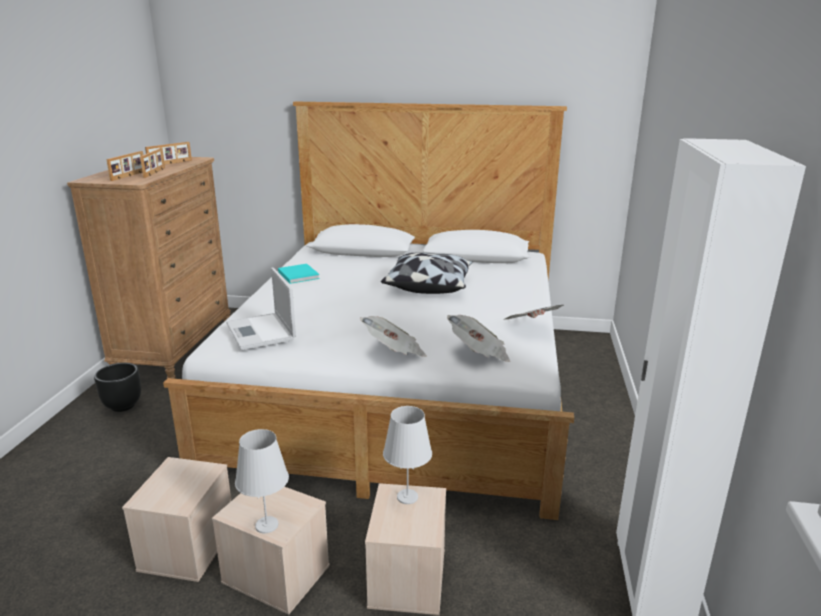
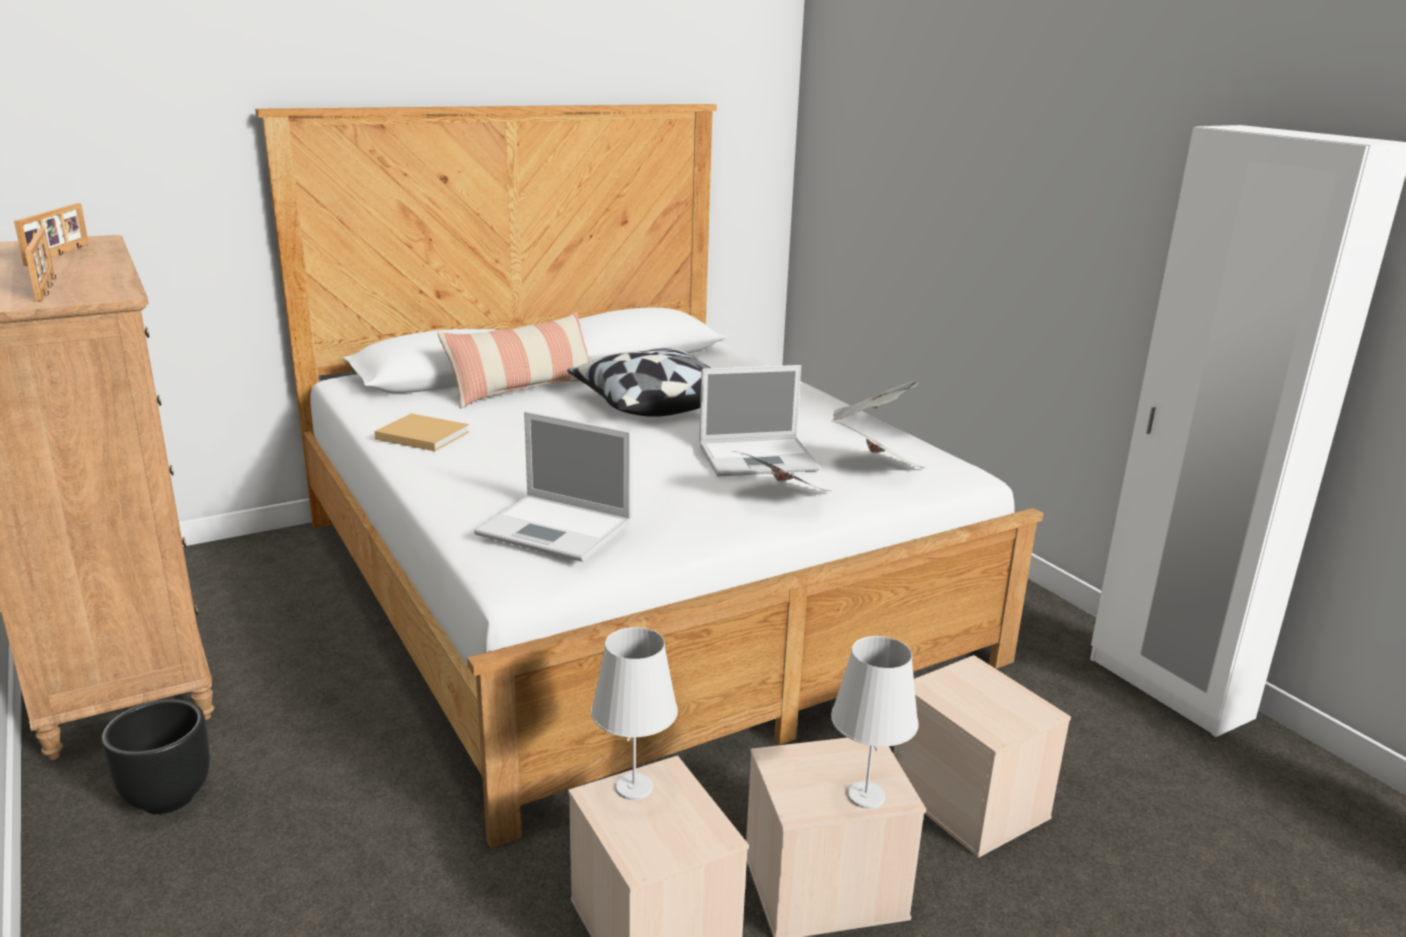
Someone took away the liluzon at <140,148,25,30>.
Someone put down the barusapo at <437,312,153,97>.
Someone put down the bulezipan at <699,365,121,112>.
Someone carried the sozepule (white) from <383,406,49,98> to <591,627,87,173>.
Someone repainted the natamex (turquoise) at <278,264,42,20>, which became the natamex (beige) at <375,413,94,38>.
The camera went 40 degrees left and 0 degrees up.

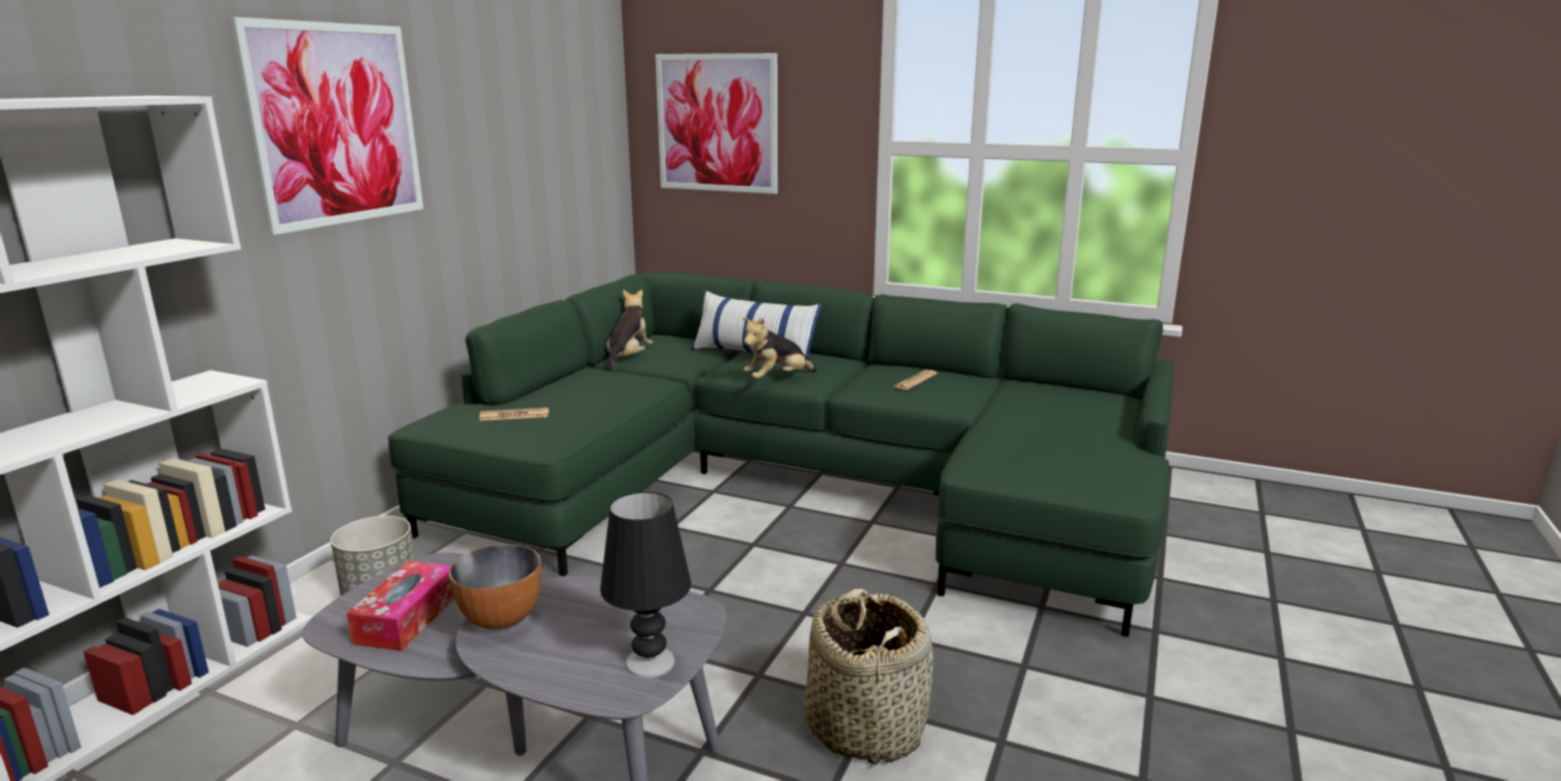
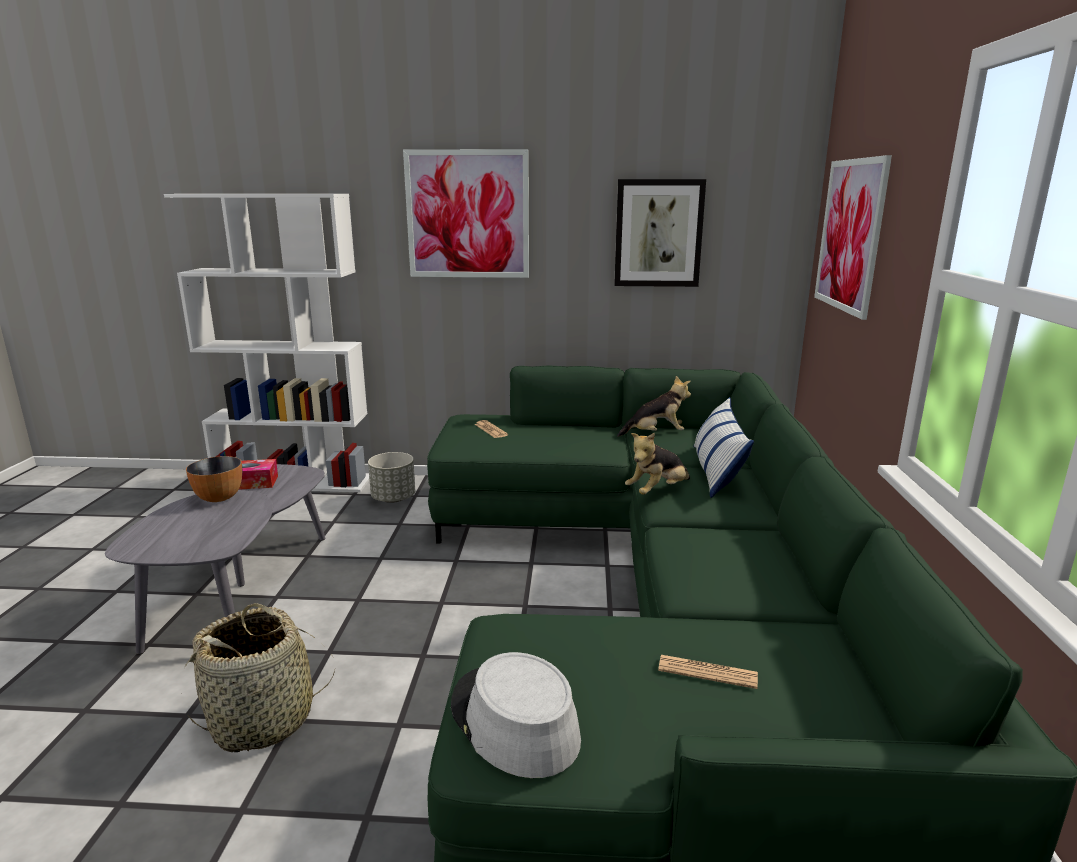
Someone took away the sozepule (black) at <600,492,91,186>.
Someone put down the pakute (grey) at <451,652,130,126>.
Someone put up the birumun at <614,179,92,108>.
Someone carried the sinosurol from <894,370,43,20> to <658,655,100,34>.
Someone rotated the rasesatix at <743,317,74,62> by 75 degrees counterclockwise.
The camera went 70 degrees right and 0 degrees up.

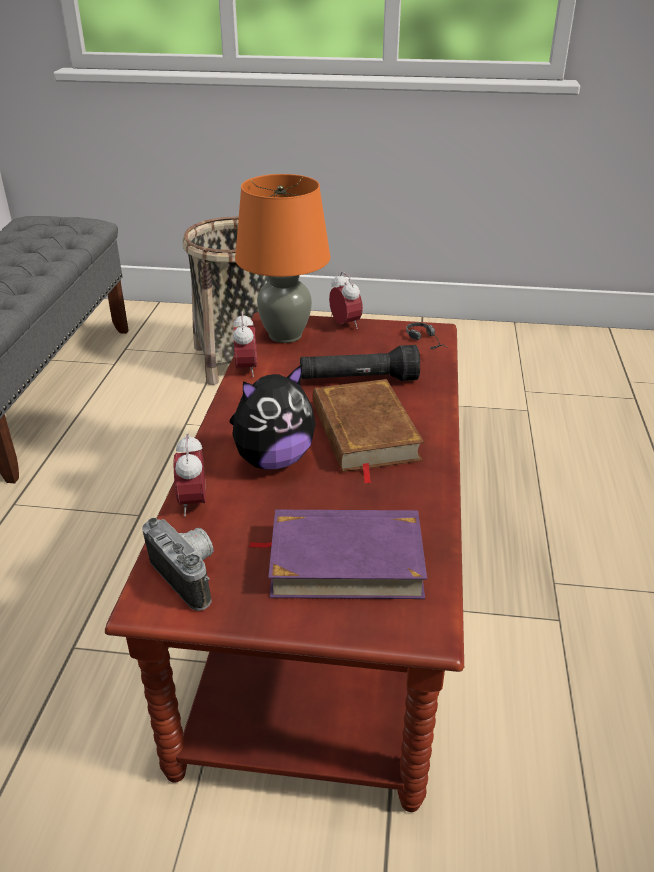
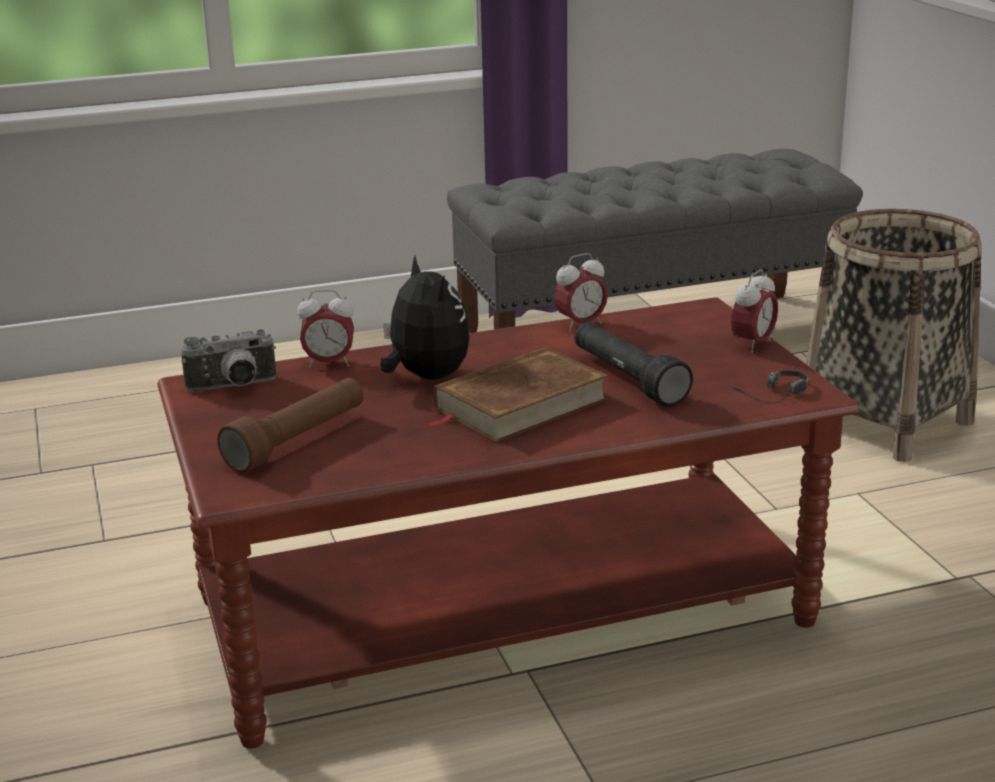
Someone took away the sozepule (orange) at <235,174,96,169>.
Someone swapped the natamex (purple) at <247,510,180,89> for the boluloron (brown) at <217,378,147,95>.
Someone rotated the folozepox at <142,518,72,93> by 45 degrees clockwise.
Someone rotated the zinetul at <174,434,32,83> by 150 degrees counterclockwise.
Someone rotated the rasesatix at <230,364,86,105> by 150 degrees counterclockwise.
The camera went 65 degrees right and 10 degrees down.

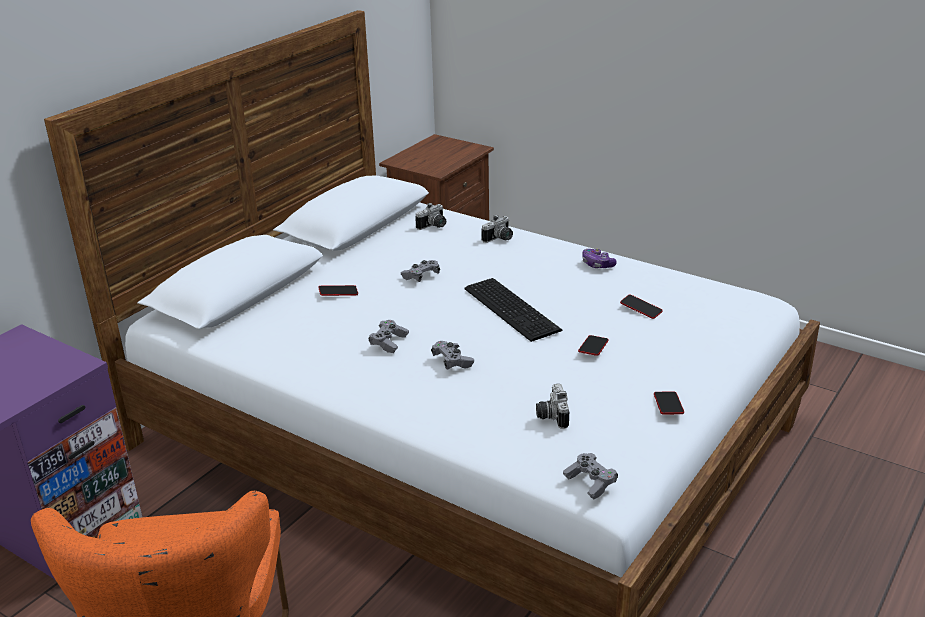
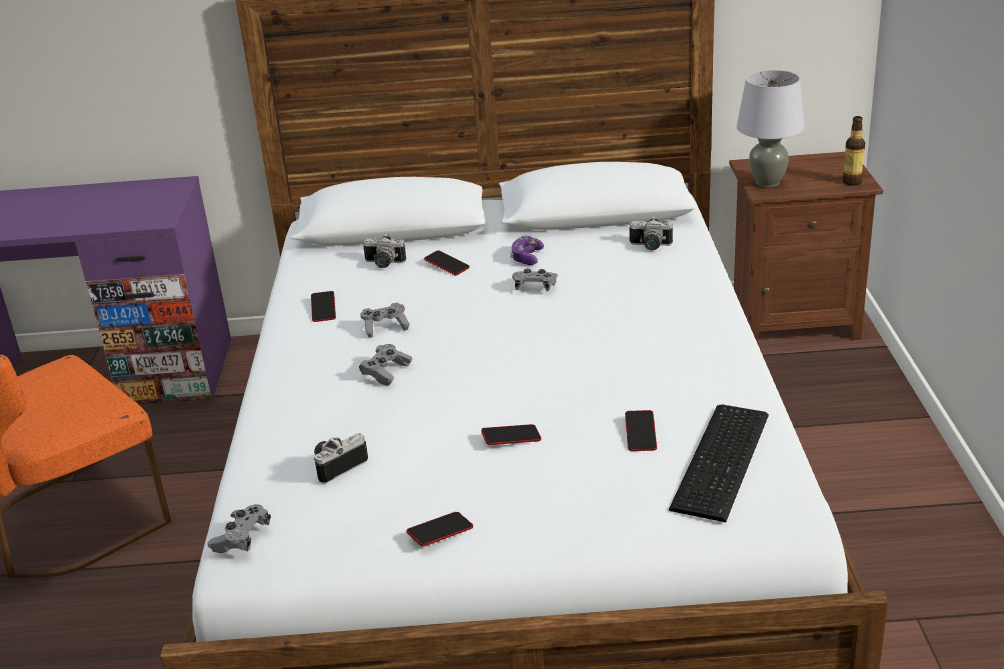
Someone put down the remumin at <311,291,25,31>.
Someone put down the sozepule (grey) at <737,70,68,118>.
Someone put down the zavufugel at <843,116,22,70>.
Someone carried the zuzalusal from <465,278,98,64> to <669,404,100,118>.
Someone carried the folozepox from <481,215,32,28> to <363,233,43,35>.
Someone carried the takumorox from <582,249,35,19> to <510,236,34,29>.
The camera went 55 degrees right and 0 degrees up.

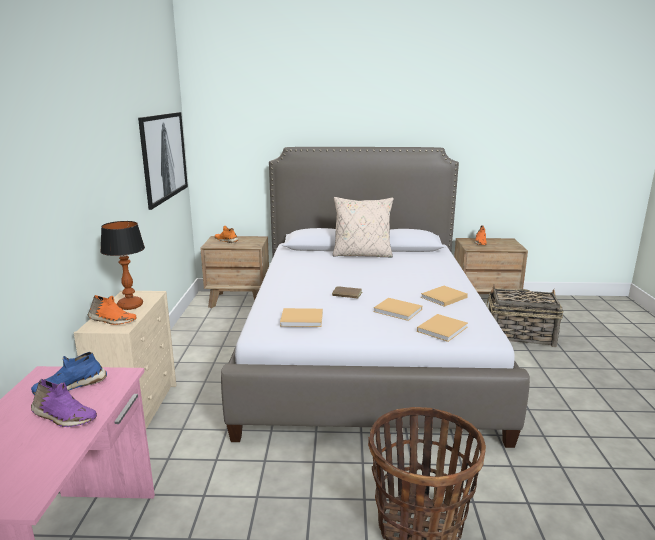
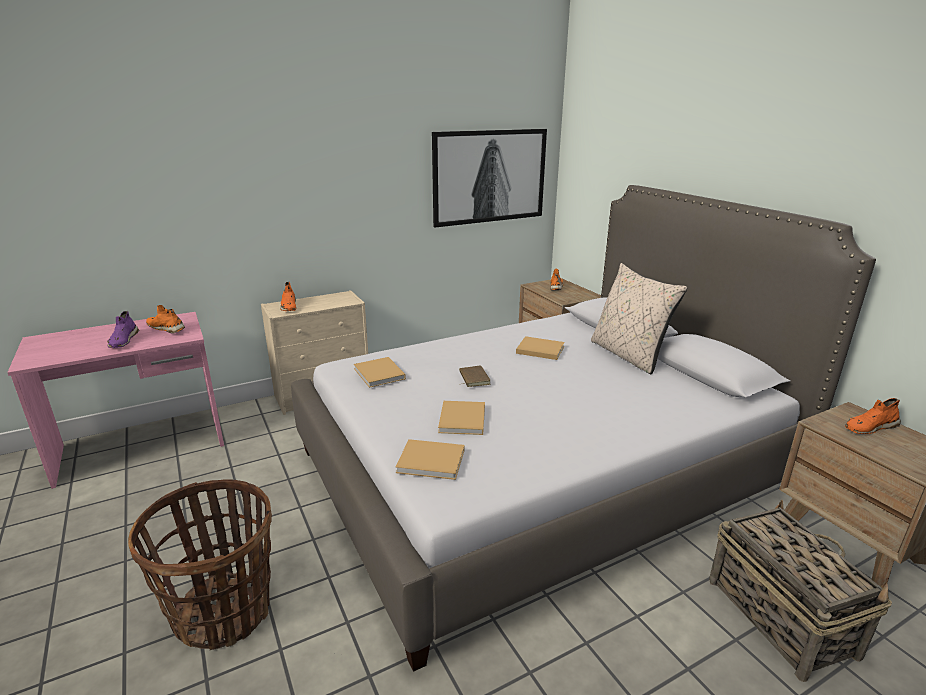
Someone took away the sozepule at <100,221,45,89>.
Someone carried the natamex (beige) from <421,286,47,21> to <516,336,49,24>.
Someone repainted the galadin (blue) at <31,352,76,43>, which became the galadin (orange) at <146,305,39,29>.
The camera went 60 degrees right and 5 degrees up.

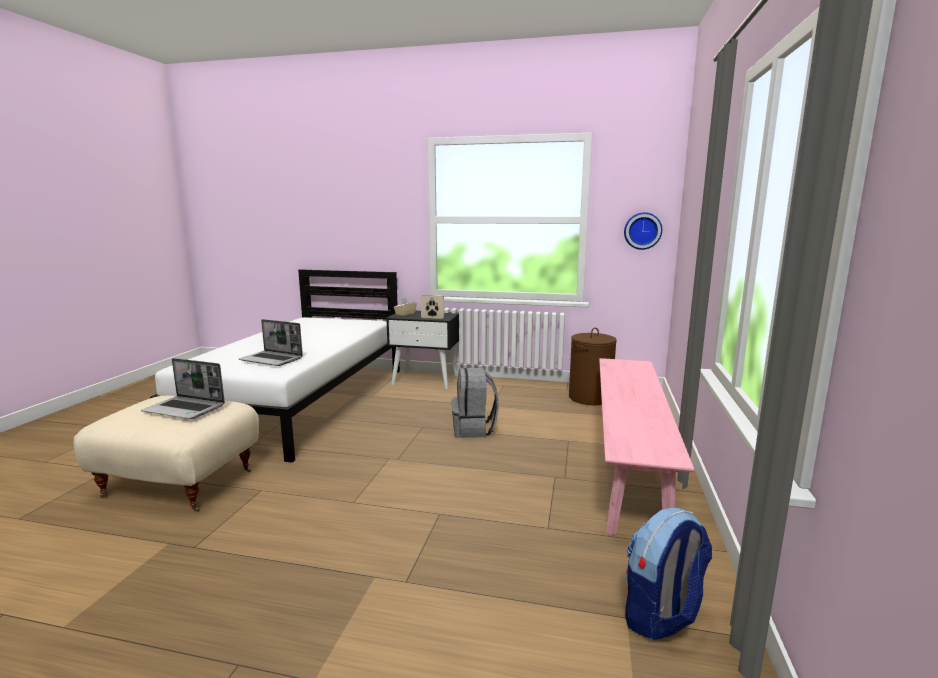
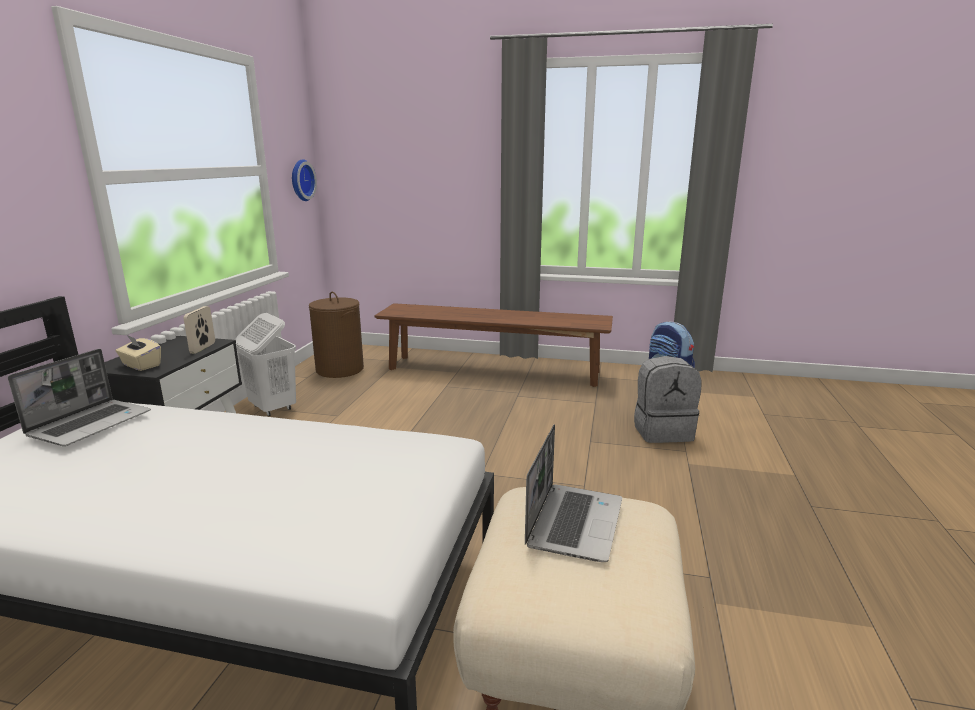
Someone put down the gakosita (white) at <235,313,61,103>.
Someone carried the bulezipan from <239,319,64,47> to <8,349,143,97>.
Someone carried the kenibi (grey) from <451,368,48,70> to <634,356,68,87>.
Someone repainted the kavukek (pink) at <599,358,95,178>, which became the kavukek (brown) at <374,303,239,84>.
The camera went 90 degrees left and 5 degrees up.

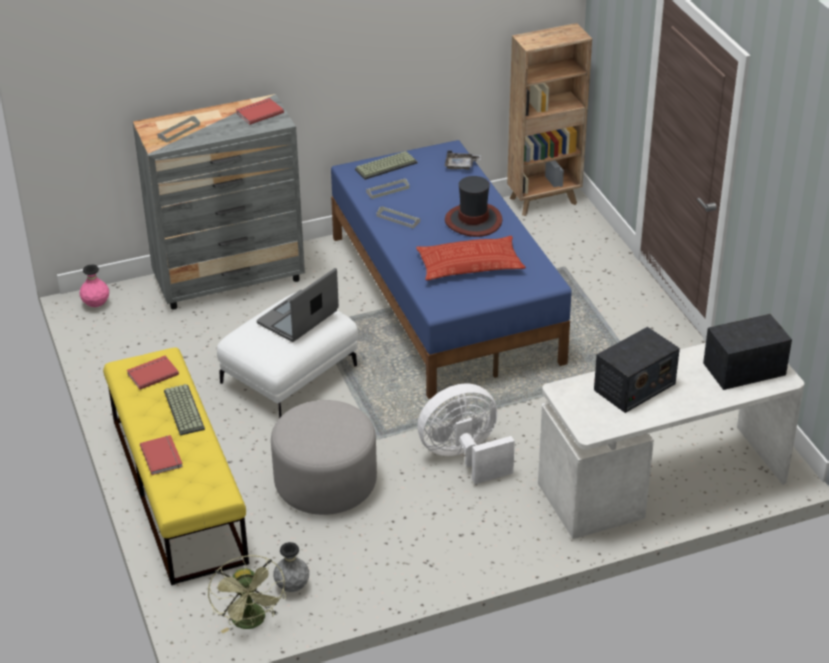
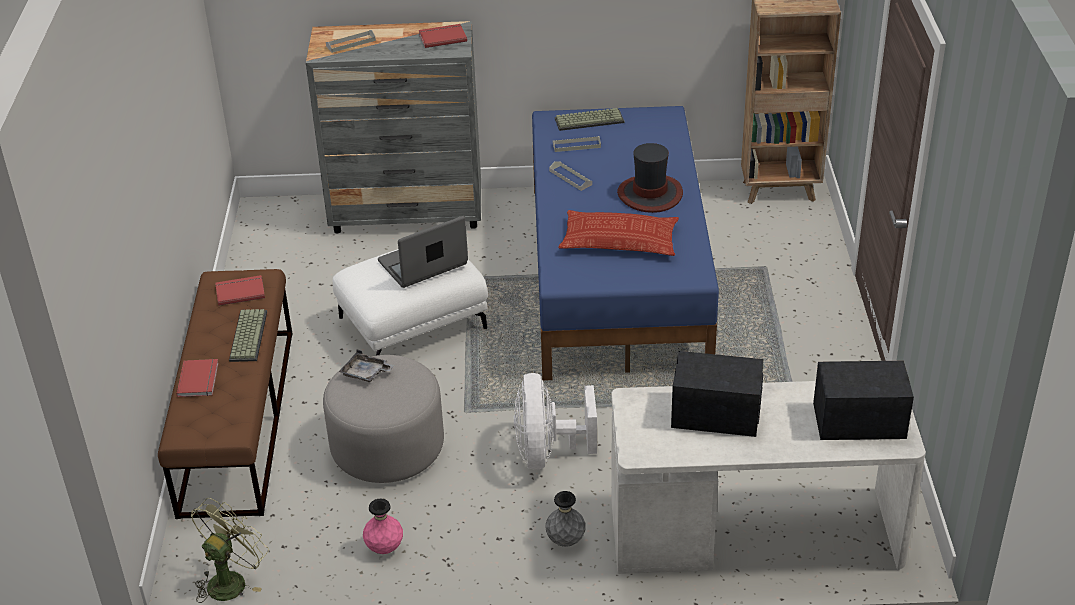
Someone carried the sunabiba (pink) from <80,264,29,43> to <363,499,40,55>.
Someone carried the sunabiba (grey) from <273,542,36,50> to <546,491,40,56>.
Someone carried the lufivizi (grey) from <445,150,37,20> to <339,350,55,32>.
Someone repainted the kavukek (yellow) at <103,347,146,238>, which became the kavukek (brown) at <158,269,134,250>.
Someone rotated the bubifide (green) at <208,555,78,78> by 150 degrees counterclockwise.
Someone rotated the bubifide (white) at <417,383,98,101> by 90 degrees counterclockwise.
Someone rotated the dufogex at <594,327,86,86> by 150 degrees counterclockwise.
The camera went 20 degrees right and 0 degrees up.

